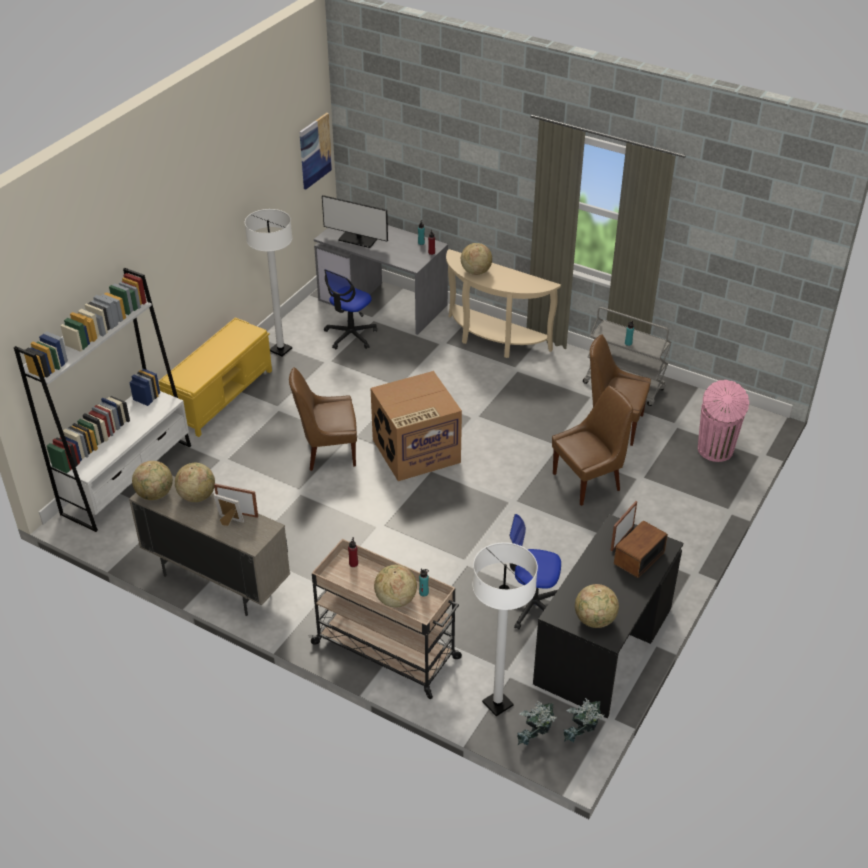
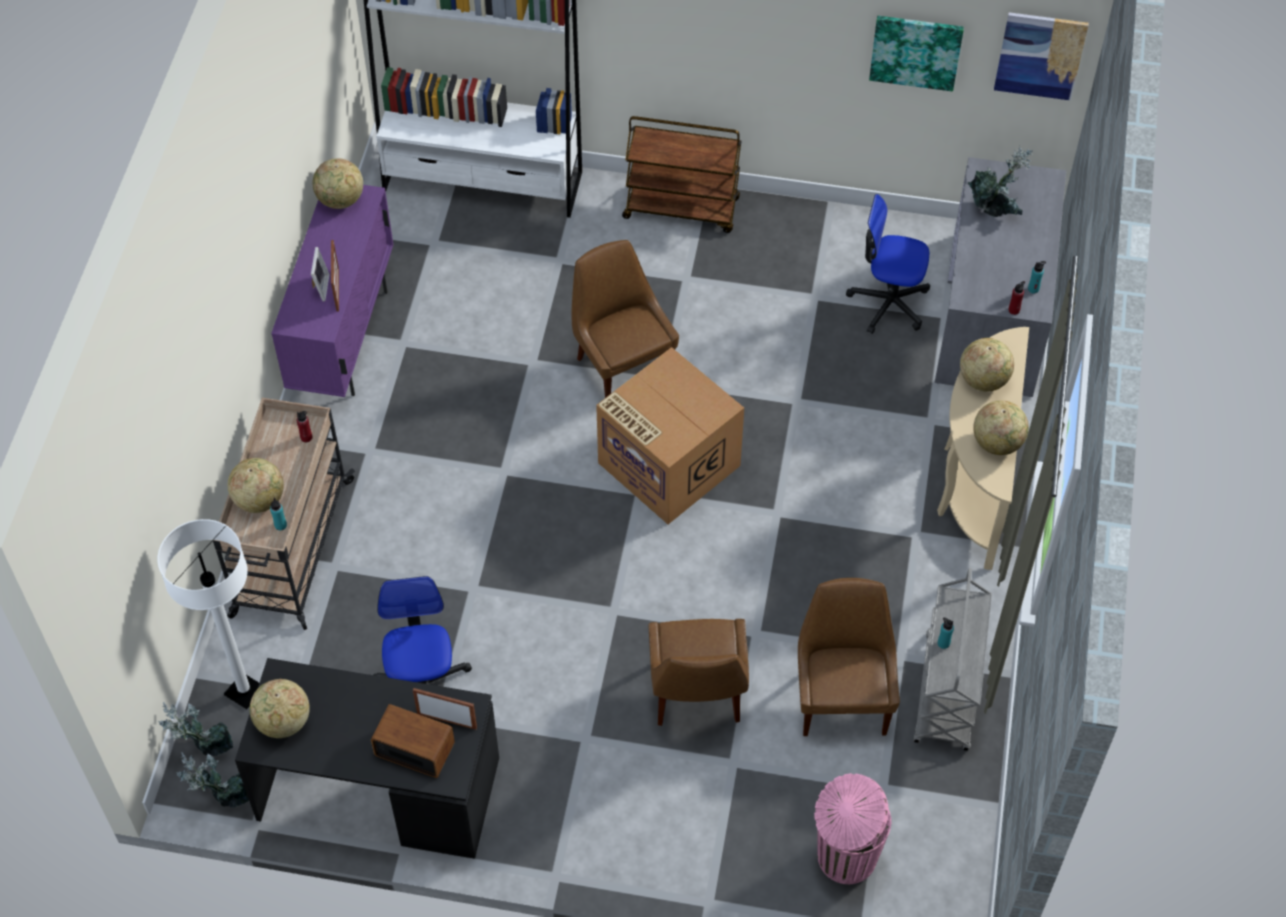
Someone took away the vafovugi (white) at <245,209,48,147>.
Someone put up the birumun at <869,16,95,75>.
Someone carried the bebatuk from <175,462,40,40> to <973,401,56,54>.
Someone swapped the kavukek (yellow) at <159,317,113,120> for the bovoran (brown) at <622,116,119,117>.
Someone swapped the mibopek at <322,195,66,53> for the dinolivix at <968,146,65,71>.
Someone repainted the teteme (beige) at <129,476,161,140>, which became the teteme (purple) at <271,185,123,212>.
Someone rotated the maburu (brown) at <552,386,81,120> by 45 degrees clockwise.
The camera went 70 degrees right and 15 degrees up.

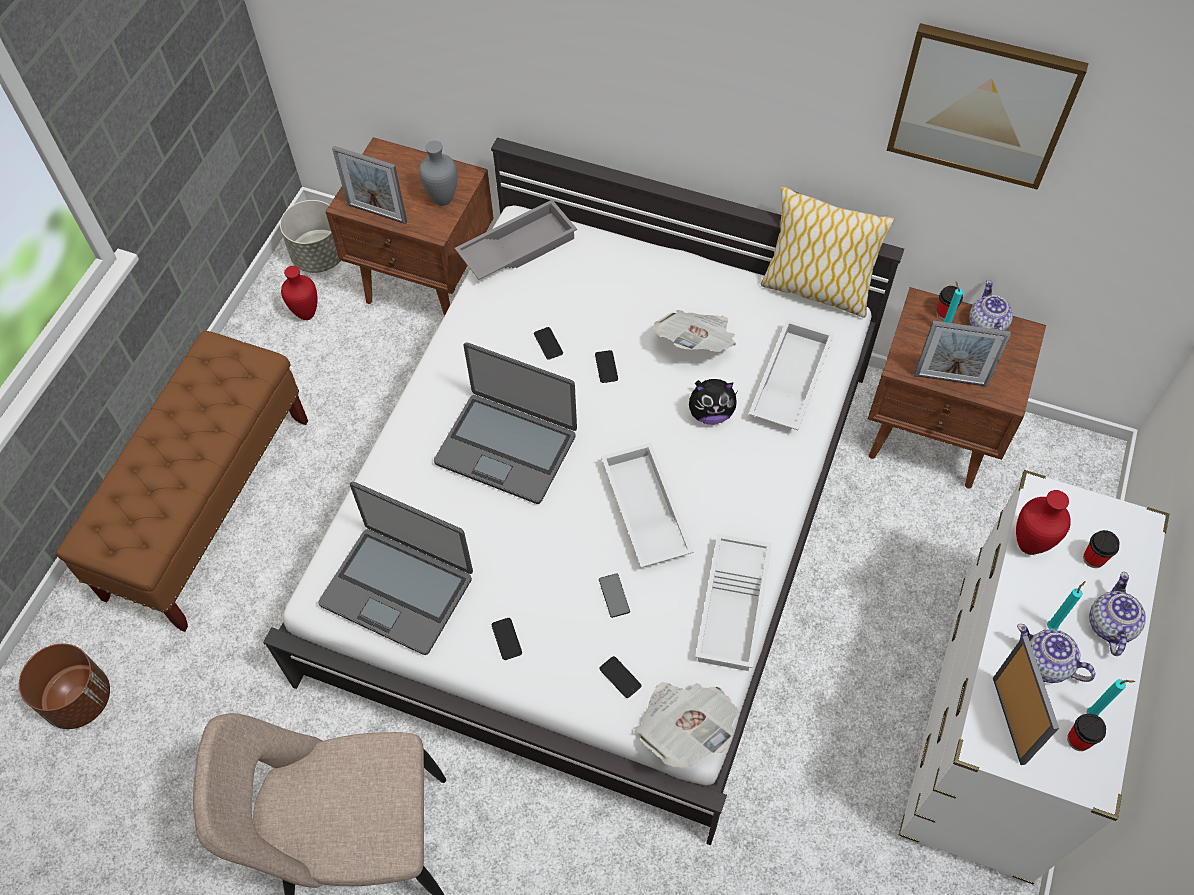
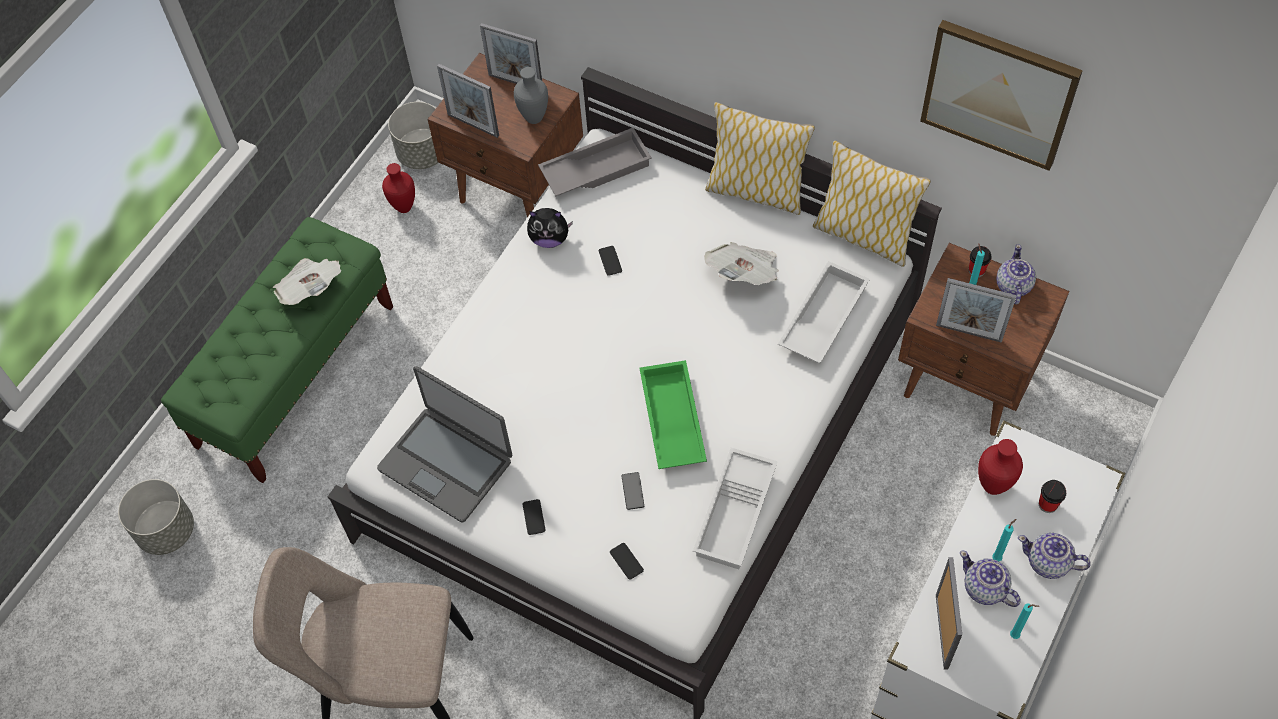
Someone took away the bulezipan at <434,342,143,162>.
Someone took away the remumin at <595,350,23,33>.
Someone took away the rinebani at <1067,714,39,37>.
Someone put down the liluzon at <480,23,62,61>.
Someone put down the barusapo at <705,102,110,113>.
Someone carried the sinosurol from <634,682,104,85> to <273,258,68,47>.
Someone carried the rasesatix from <689,379,49,45> to <527,208,46,40>.
Someone repainted the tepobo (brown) at <19,644,91,85>, which became the tepobo (grey) at <118,479,76,76>.
Someone repainted the kavukek (brown) at <56,331,252,301>, which became the kavukek (green) at <161,217,232,266>.
Someone repainted the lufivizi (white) at <601,443,93,125>, which became the lufivizi (green) at <639,360,68,109>.
Someone rotated the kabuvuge at <1089,572,57,84> by 90 degrees counterclockwise.
The camera went 10 degrees right and 0 degrees up.

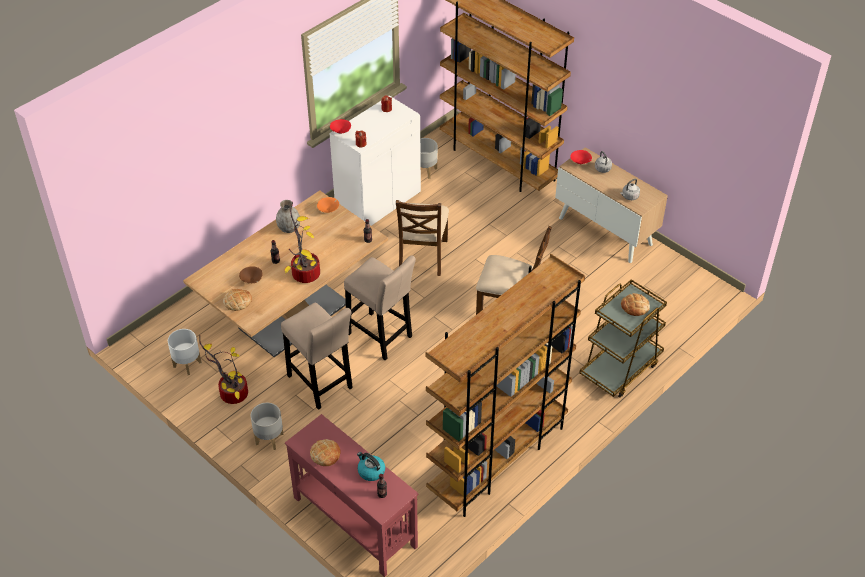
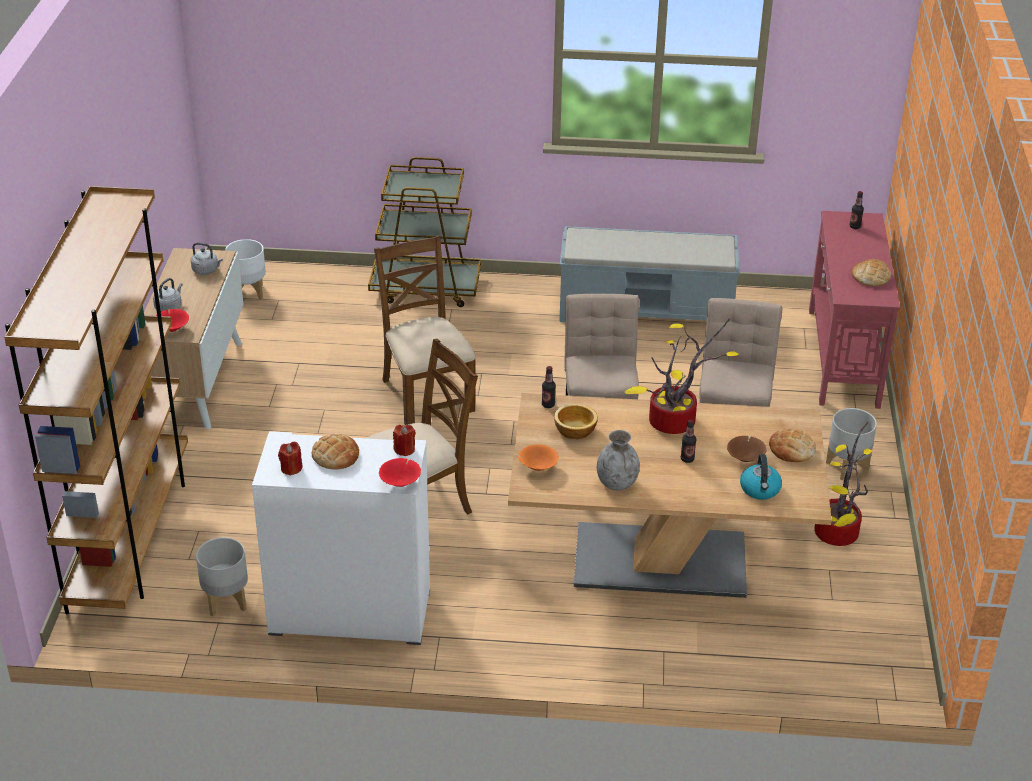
Someone put down the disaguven at <554,404,44,35>.
Someone carried the tepobo (white) from <168,329,34,46> to <225,239,41,61>.
Someone carried the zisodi from <357,452,28,29> to <740,454,42,46>.
Someone carried the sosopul from <621,293,29,23> to <312,434,47,35>.
Someone swapped the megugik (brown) at <426,254,159,263> for the kavukek (grey) at <559,226,181,96>.
The camera went 130 degrees left and 10 degrees down.

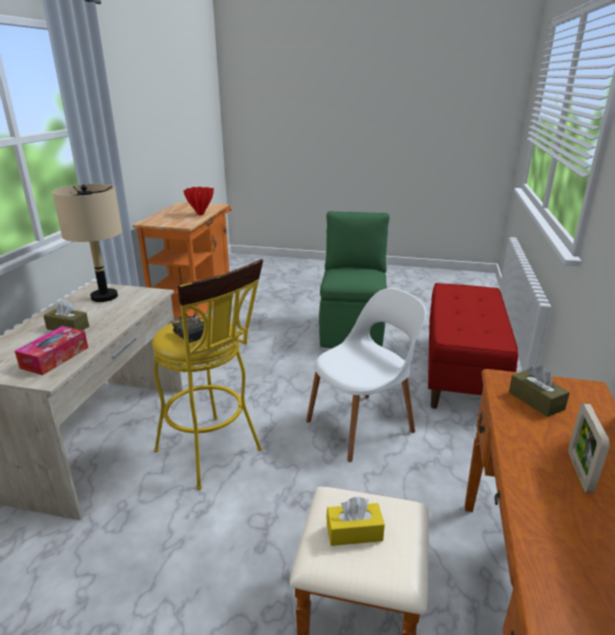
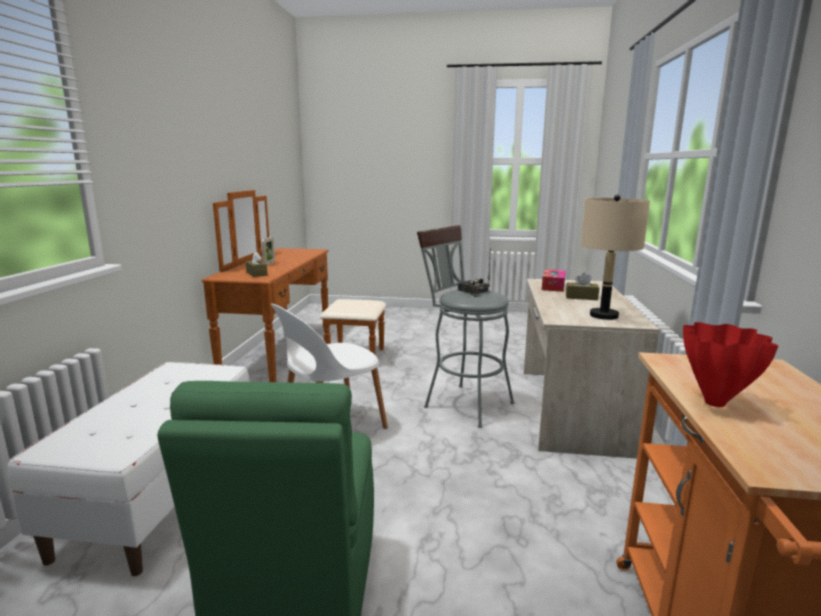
Someone took away the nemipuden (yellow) at <326,497,59,49>.
Someone repainted the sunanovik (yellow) at <152,259,111,231>, which became the sunanovik (grey) at <417,225,97,203>.
Someone repainted the kavukek (red) at <428,283,90,126>, which became the kavukek (white) at <8,362,242,214>.
The camera went 175 degrees right and 10 degrees down.

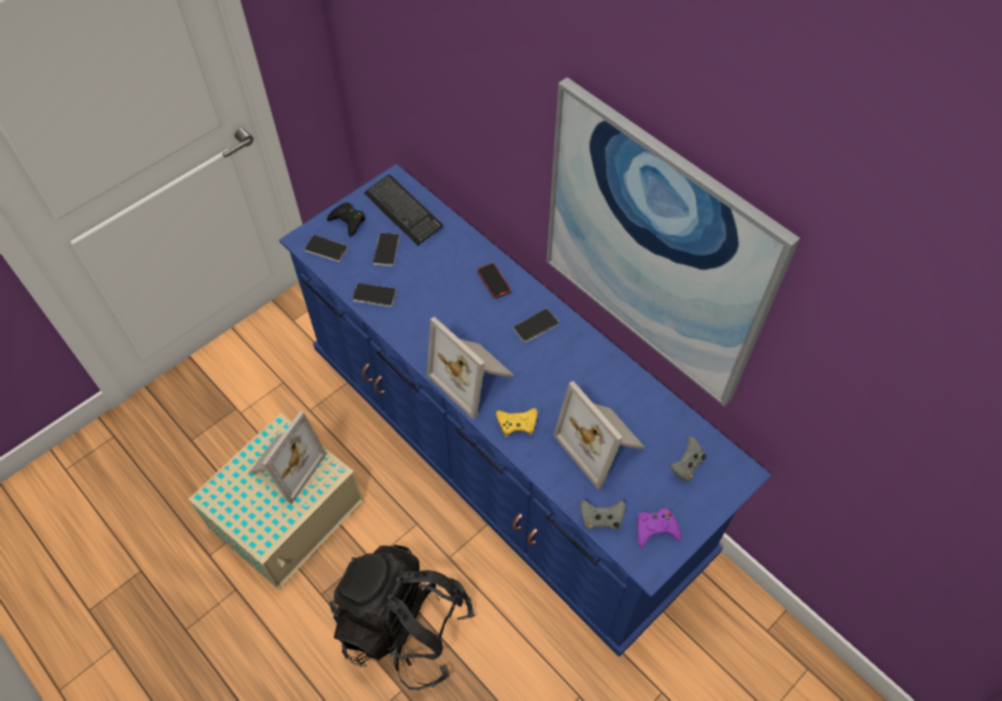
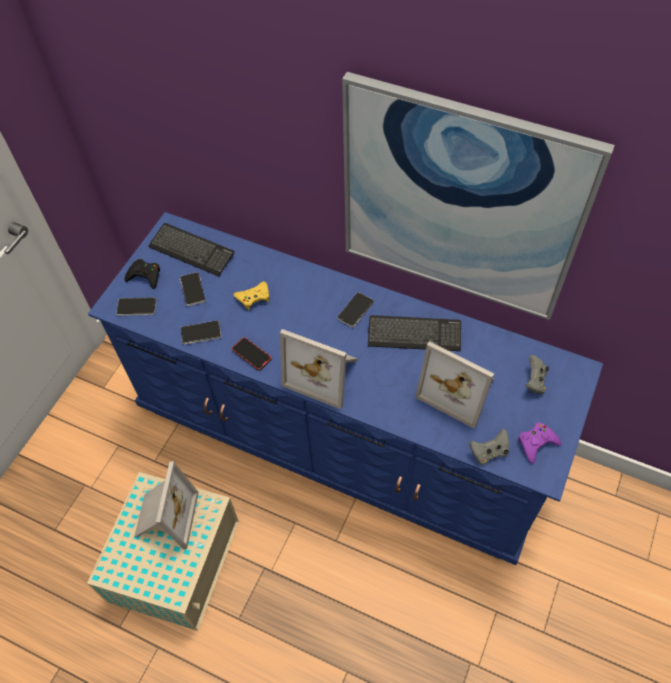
Someone took away the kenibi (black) at <329,545,146,145>.
Someone put down the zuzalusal at <368,315,93,36>.
Someone carried the remumin from <477,263,34,36> to <232,337,39,34>.
Someone carried the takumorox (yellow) from <496,408,41,29> to <233,281,36,29>.
The camera went 20 degrees left and 0 degrees up.

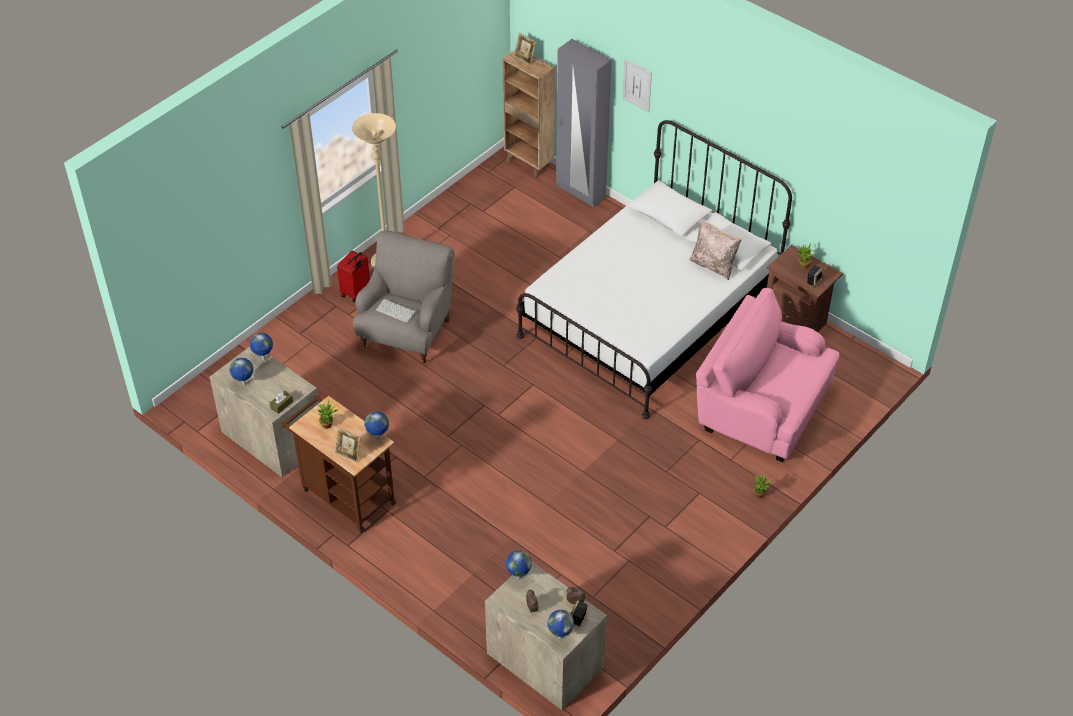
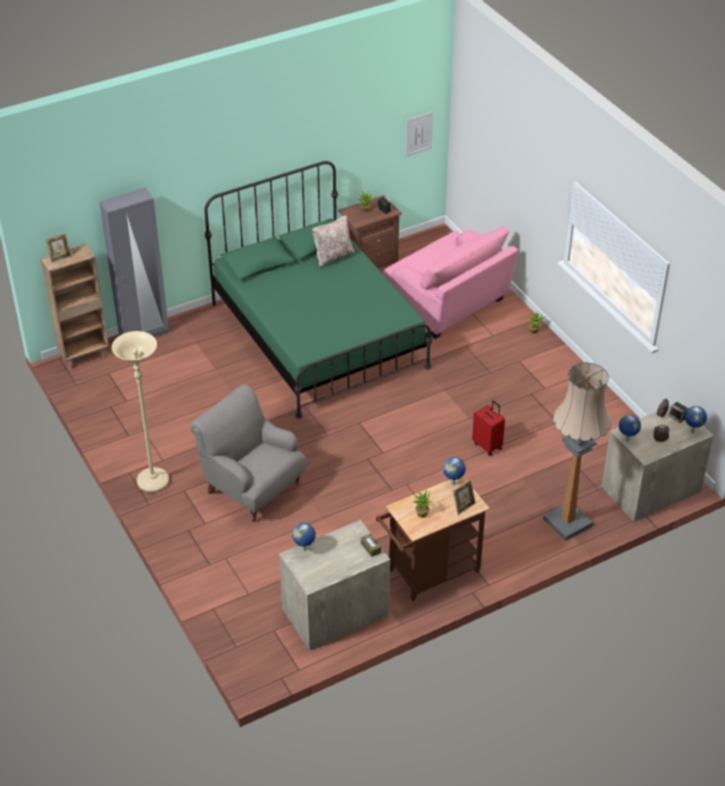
Someone took away the bebatuk at <229,358,24,28>.
Someone took away the zuzalusal at <376,299,40,24>.
Someone put down the vafovugi at <543,362,68,179>.
Someone carried the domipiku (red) from <337,251,33,51> to <472,400,33,56>.
Someone carried the birumun from <622,59,30,54> to <406,112,27,45>.
Someone repainted the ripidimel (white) at <516,120,276,299>, which became the ripidimel (green) at <204,161,228,257>.
Someone rotated the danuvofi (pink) at <696,288,144,174> by 90 degrees counterclockwise.
The camera went 70 degrees left and 5 degrees down.

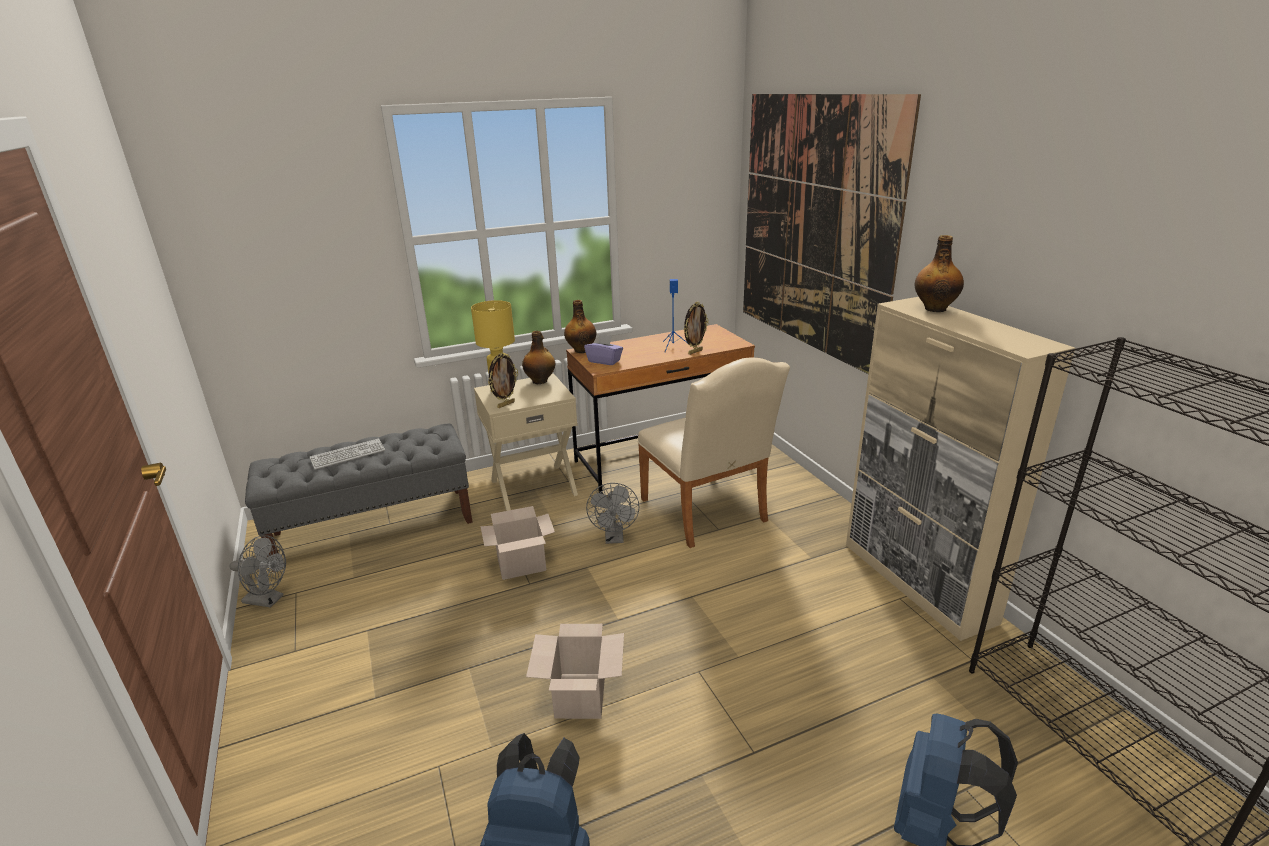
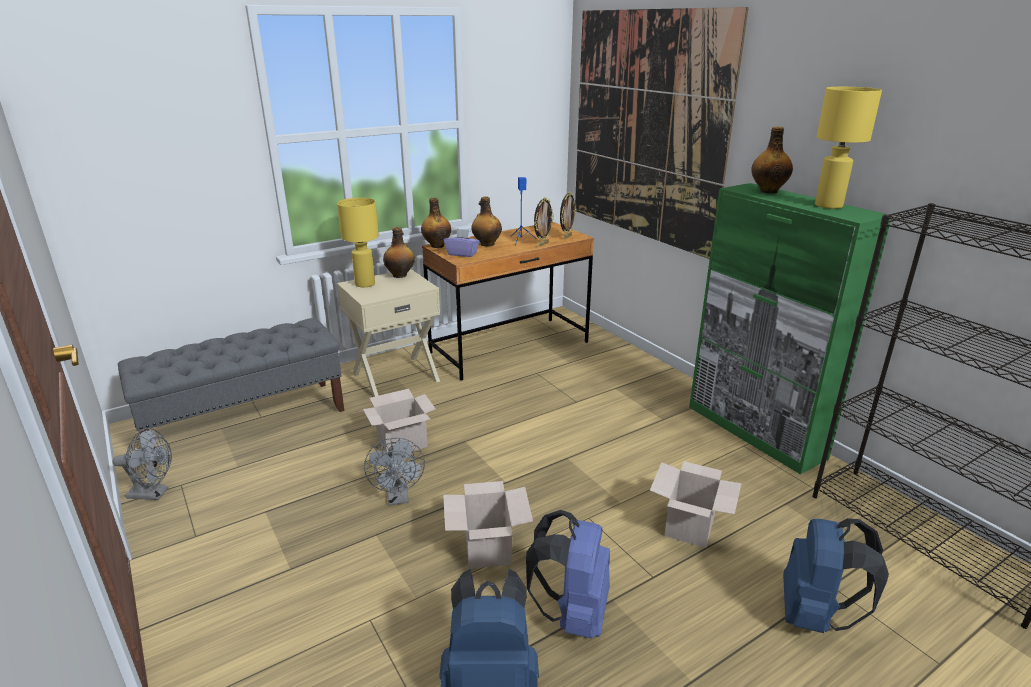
Someone took away the zuzalusal at <310,439,75,31>.
Someone took away the maburu (beige) at <637,358,153,190>.
Someone put down the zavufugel at <471,197,31,50>.
Someone put down the kenibi (blue) at <526,510,84,128>.
Someone put down the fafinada at <650,461,92,87>.
Someone put down the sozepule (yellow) at <815,87,67,122>.
Someone carried the liluzon from <488,353,30,55> to <560,191,16,48>.
Someone carried the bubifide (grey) from <586,483,53,61> to <364,438,61,68>.
Someone repainted the teteme (beige) at <846,297,229,344>, which became the teteme (green) at <689,183,203,291>.
The camera went 10 degrees left and 0 degrees up.

